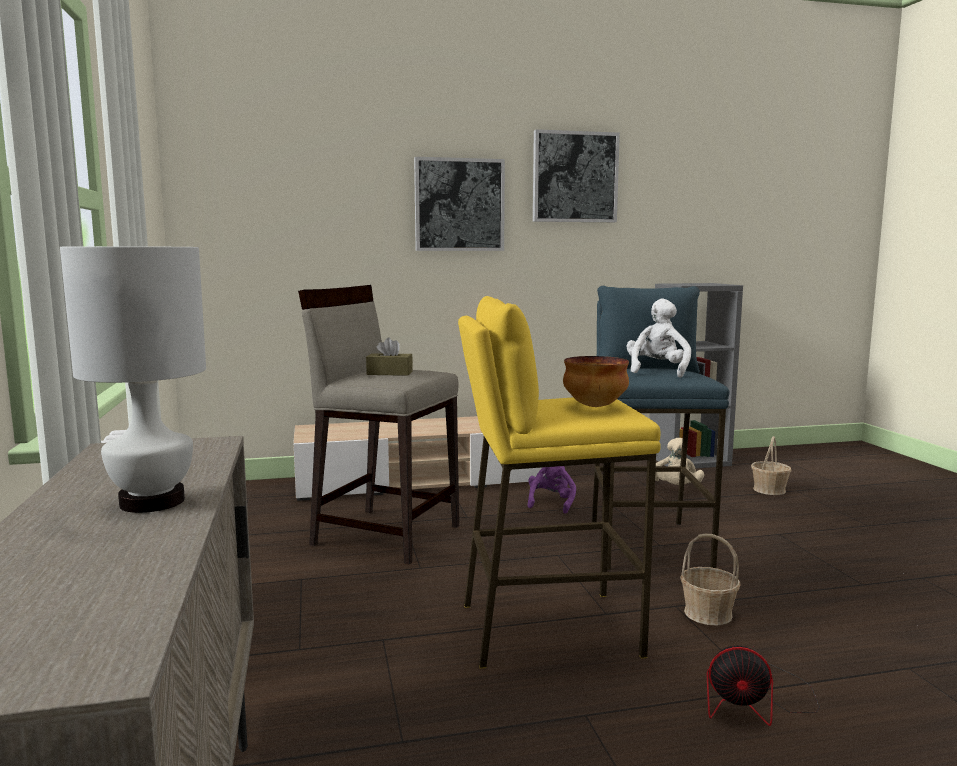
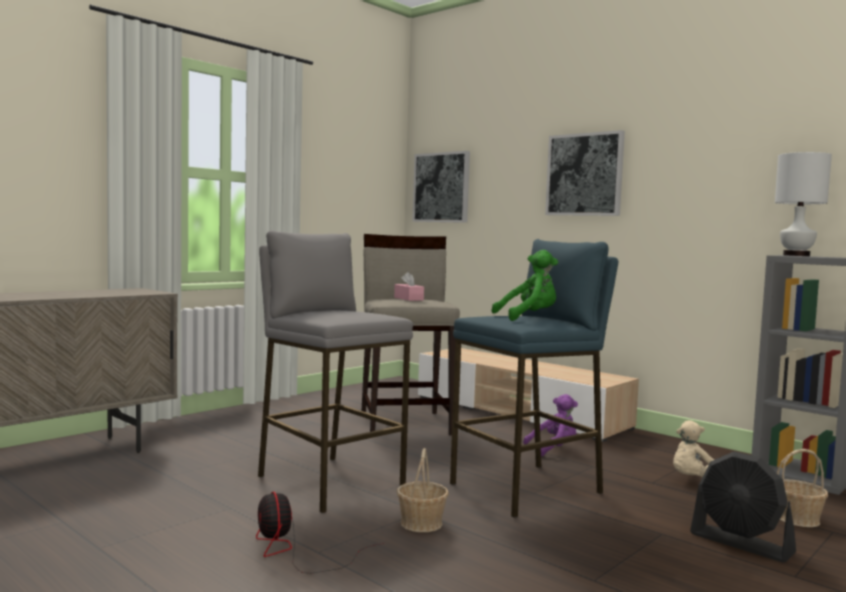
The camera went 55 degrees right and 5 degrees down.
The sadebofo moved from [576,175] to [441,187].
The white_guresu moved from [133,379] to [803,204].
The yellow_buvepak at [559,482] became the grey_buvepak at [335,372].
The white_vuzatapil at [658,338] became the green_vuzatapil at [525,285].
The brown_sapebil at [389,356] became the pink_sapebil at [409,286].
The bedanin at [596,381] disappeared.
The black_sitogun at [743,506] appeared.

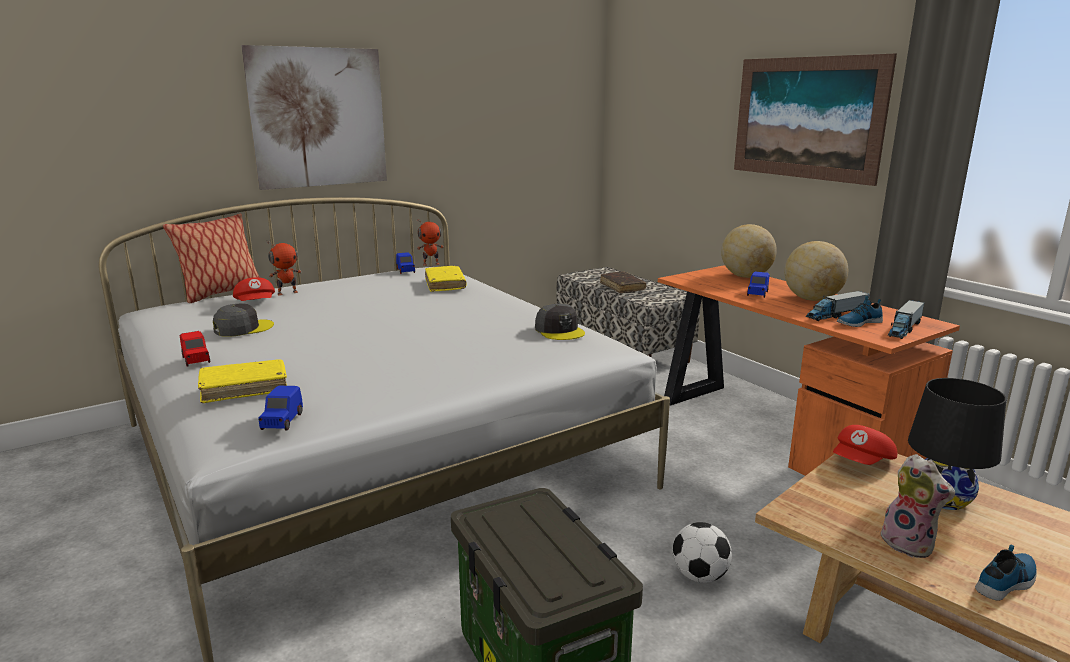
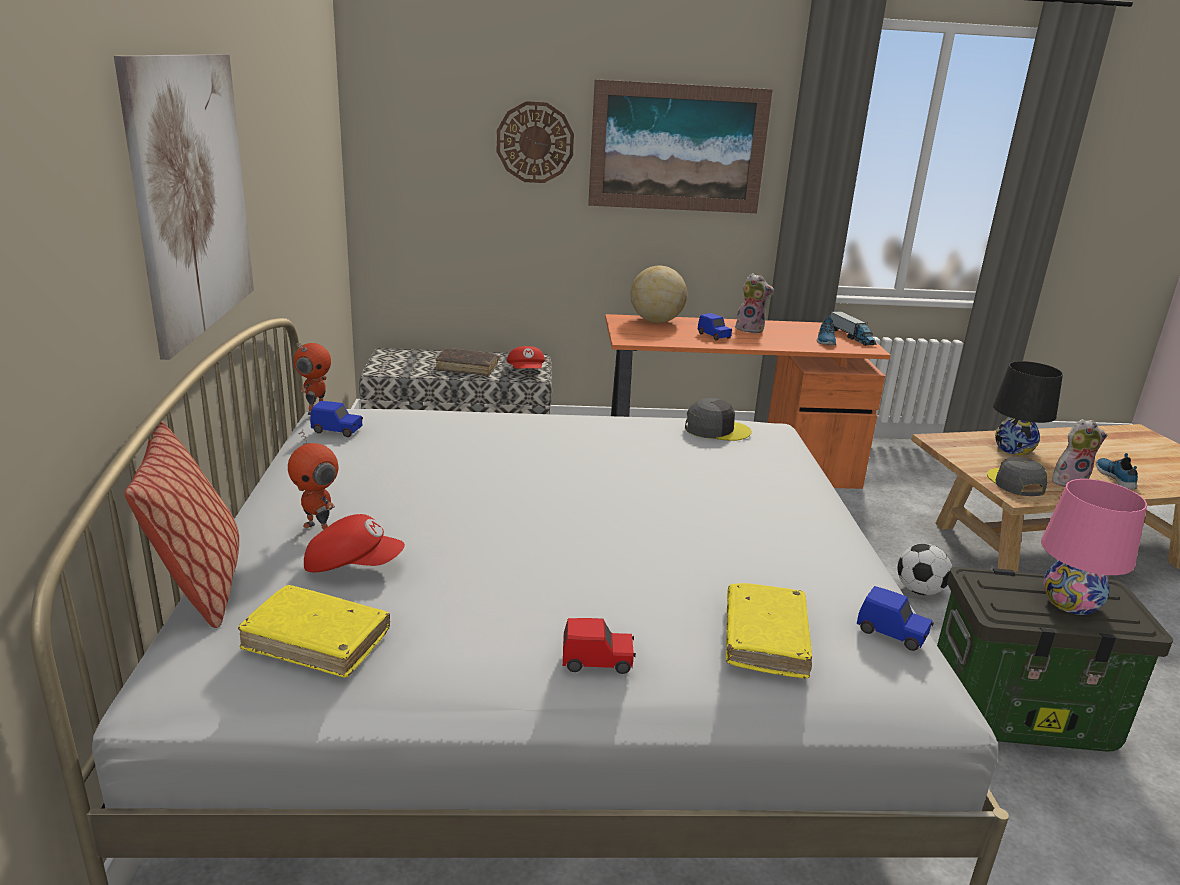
The camera went 60 degrees left and 5 degrees up.
The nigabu at [284,268] turned 135 degrees clockwise.
The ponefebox at [816,271] was replaced by the vuzatapil at [754,303].
The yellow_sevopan moved from [445,279] to [314,631].
The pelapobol at [838,306] disappeared.
The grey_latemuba moved from [243,320] to [1017,476].
The red_latemuba moved from [865,445] to [526,357].
The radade at [535,142] appeared.
The pink_guresu at [1094,547] appeared.

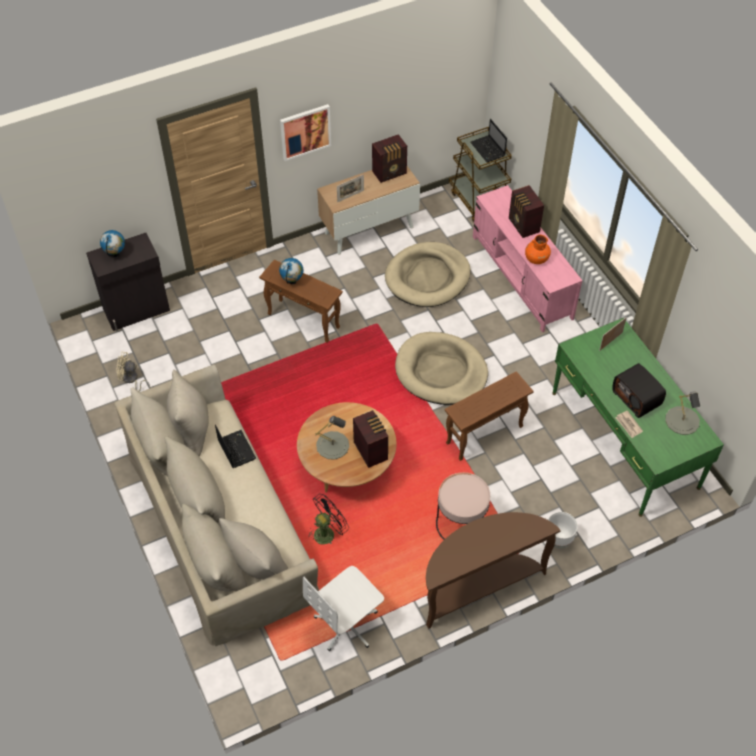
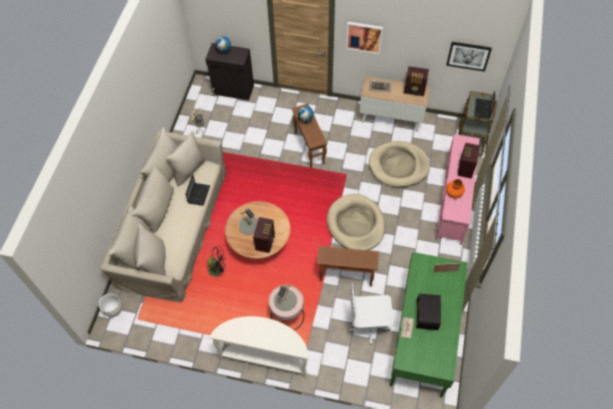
The camera went 40 degrees right and 5 degrees up.
The grey_guresu moved from [682,413] to [285,298].
The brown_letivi at [493,570] became the white_letivi at [258,347].
The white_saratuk moved from [563,530] to [110,305].
The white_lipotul moved from [343,608] to [371,314].
The sadebofo at [469,57] appeared.

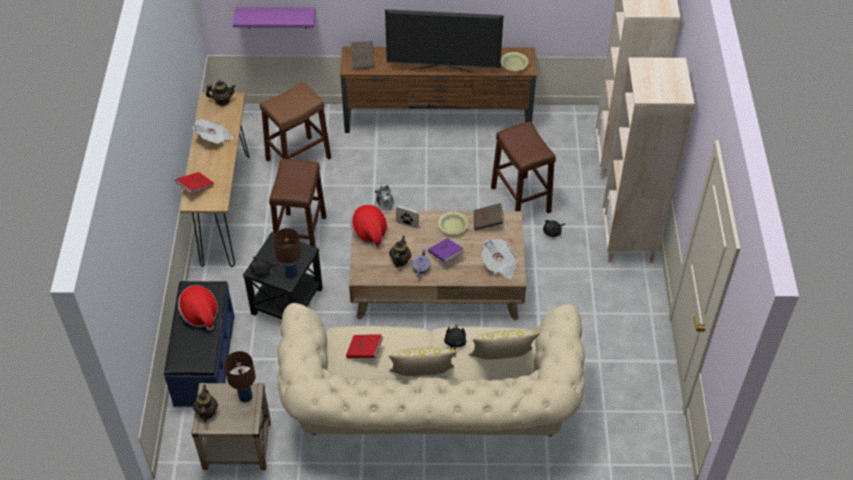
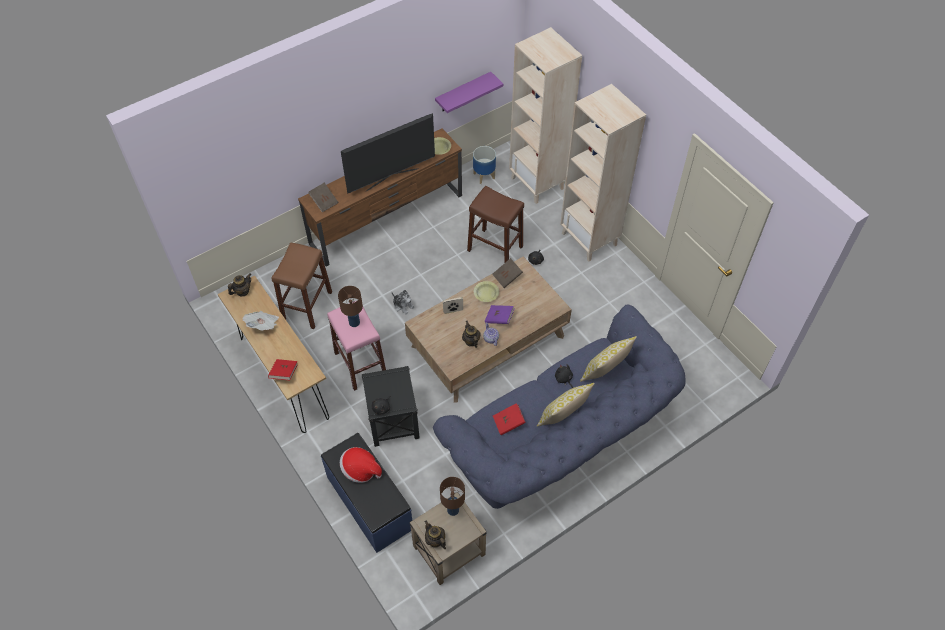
The camera went 35 degrees left and 5 degrees up.
The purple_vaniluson moved from [274,17] to [469,92].
The brown_buvepak at [297,203] became the pink_buvepak at [356,346].
The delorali at [369,226] disappeared.
The brown_guresu moved from [287,253] to [350,306].
The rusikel at [500,259] disappeared.
The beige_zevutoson at [431,369] became the blue_zevutoson at [559,406].
The saratuk at [484,165] appeared.

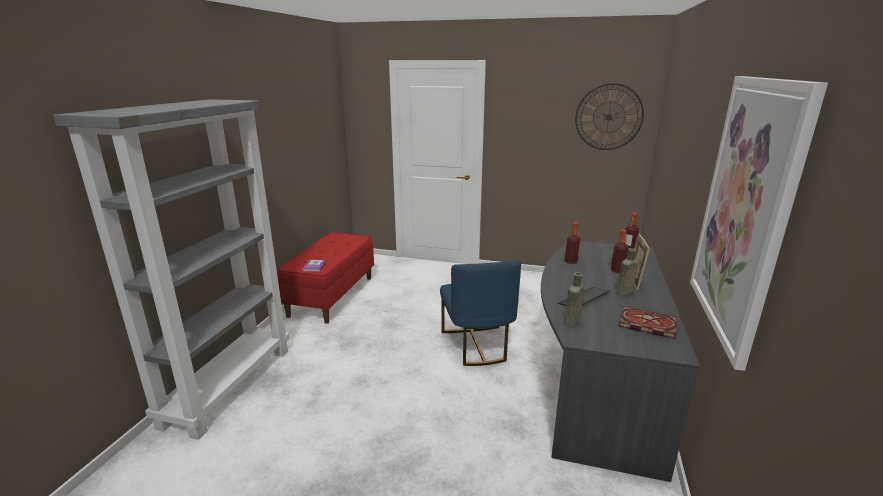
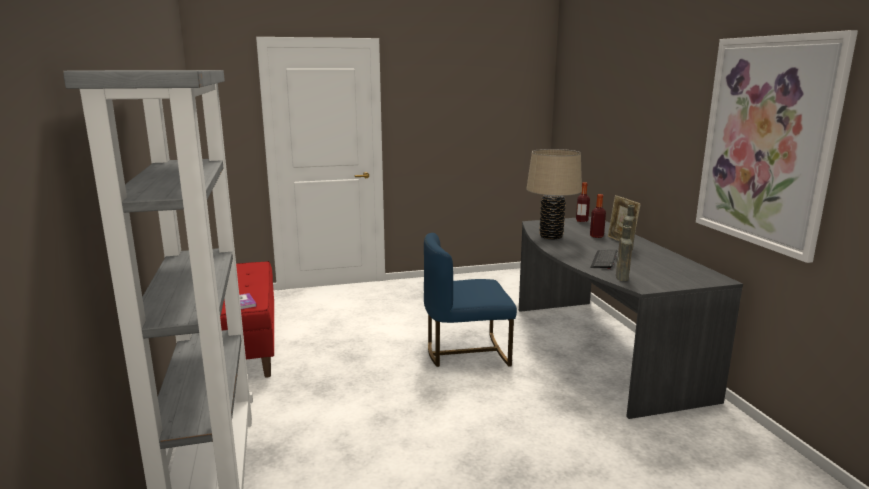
The camera went 30 degrees left and 5 degrees down.
The radade at [609,116] disappeared.
The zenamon at [573,243] was replaced by the beige_guresu at [554,194].
The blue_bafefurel at [480,313] turned 120 degrees clockwise.
The sevopan at [648,322] disappeared.

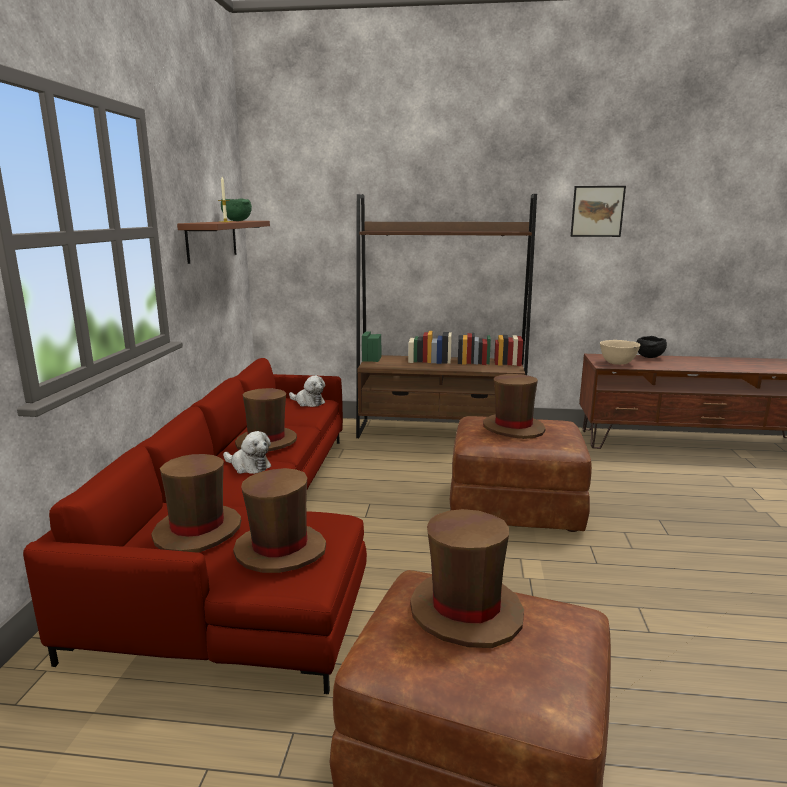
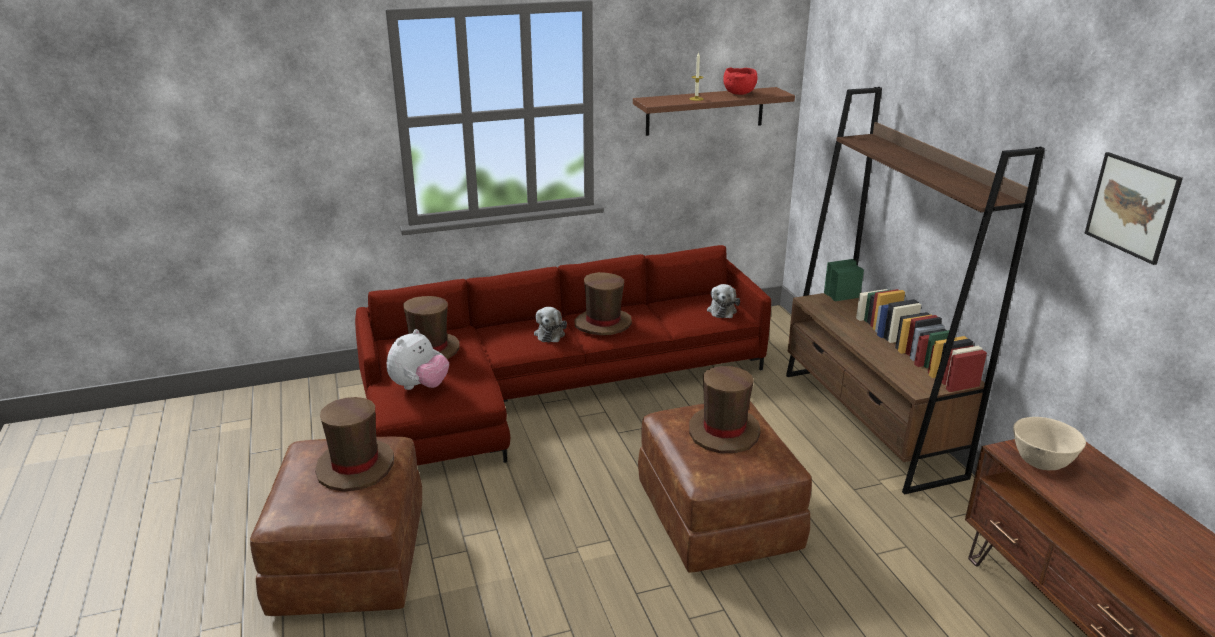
The camera went 65 degrees right and 10 degrees up.
The green_bedanin at [236,209] became the red_bedanin at [740,81].
The black_bedanin at [652,347] disappeared.
The brown_delorali at [279,520] was replaced by the vuzatapil at [418,359].

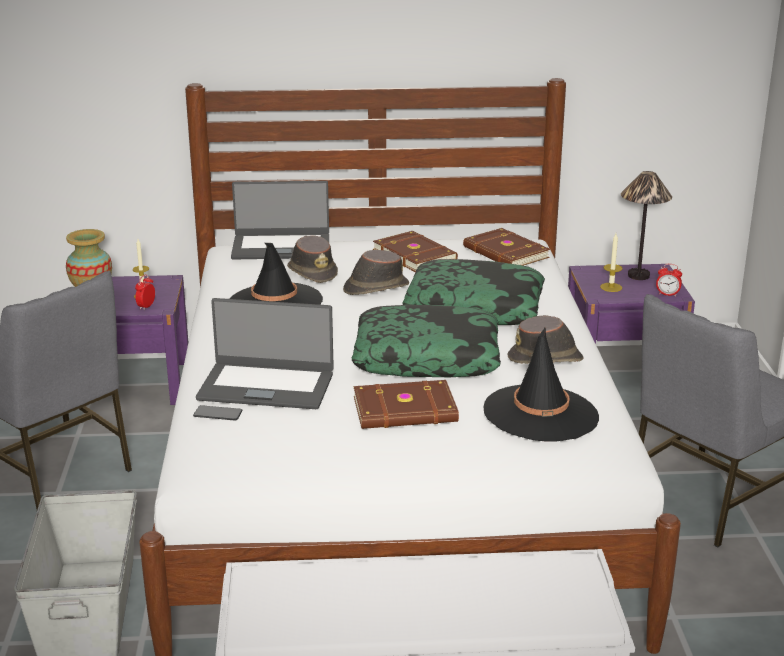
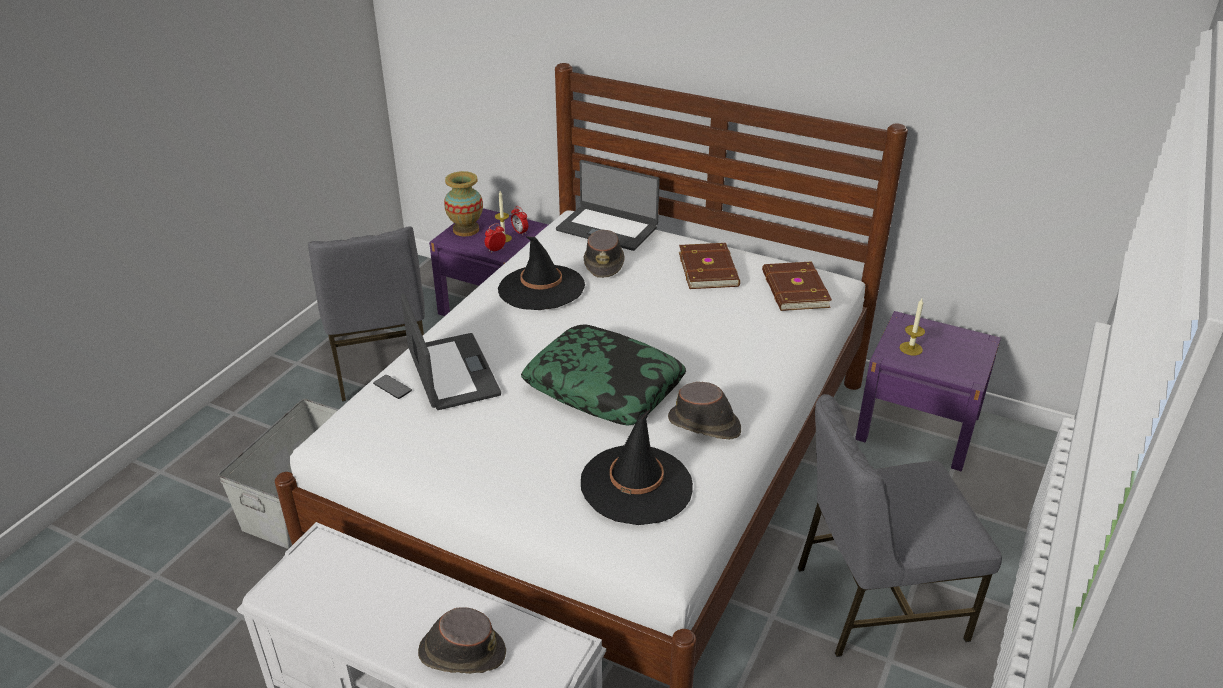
The camera went 30 degrees right and 10 degrees up.
The guresu at [646,225] disappeared.
The brown_delorali moved from [376,272] to [462,640].
The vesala at [473,292] disappeared.
The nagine moved from [669,280] to [519,220].
The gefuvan at [265,353] turned 150 degrees counterclockwise.
The brown_sevopan at [406,404] disappeared.

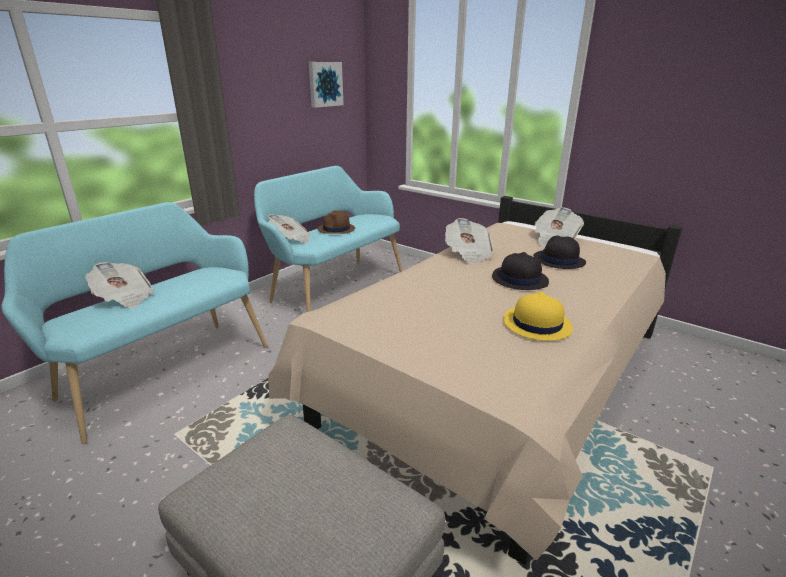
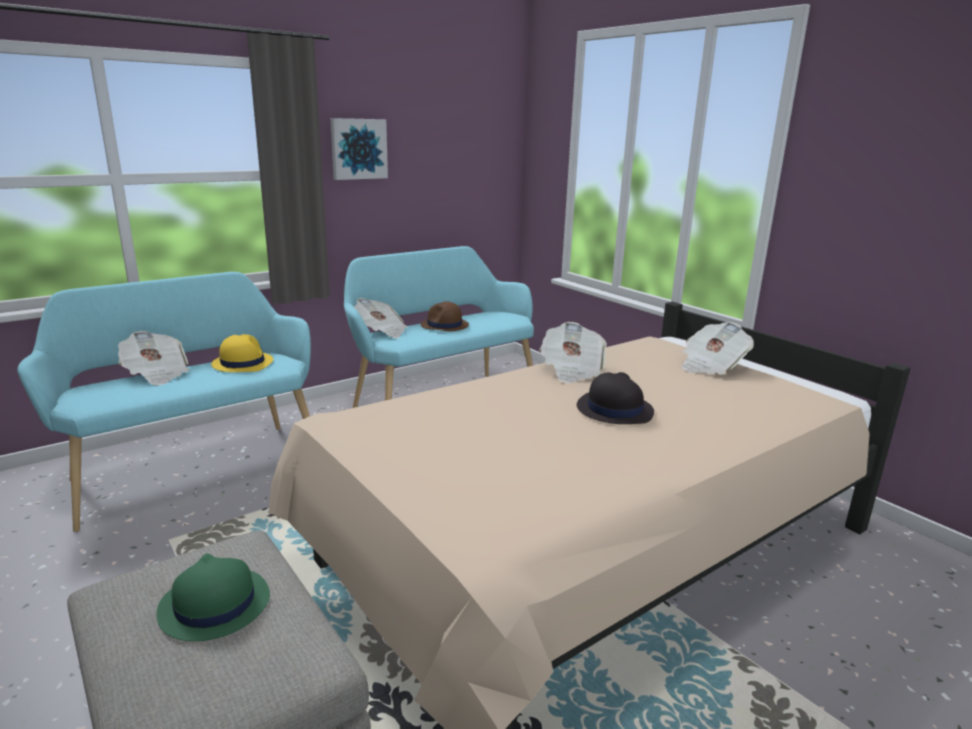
The camera went 15 degrees right and 5 degrees down.
The sadebofo moved from [326,85] to [359,149].
The black_delorali at [559,252] disappeared.
The yellow_delorali moved from [538,316] to [242,353].
The green_delorali at [213,597] appeared.

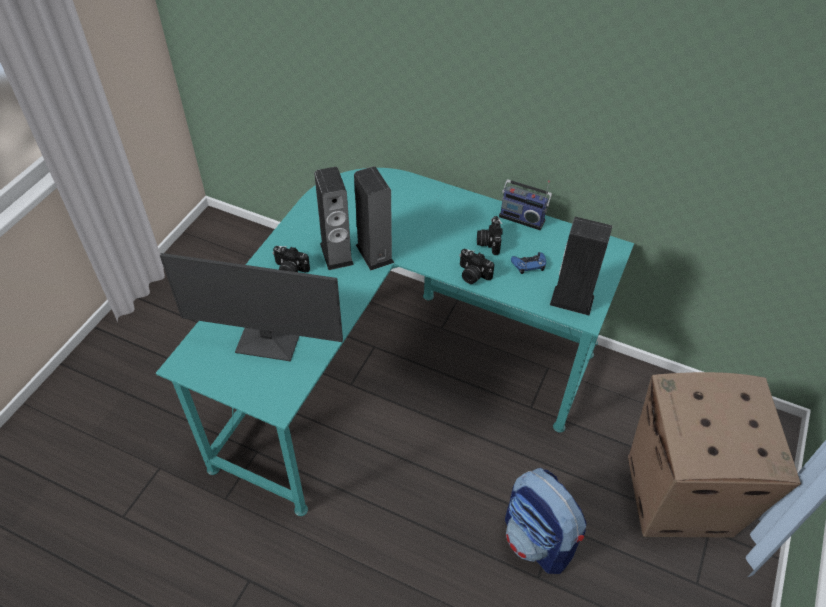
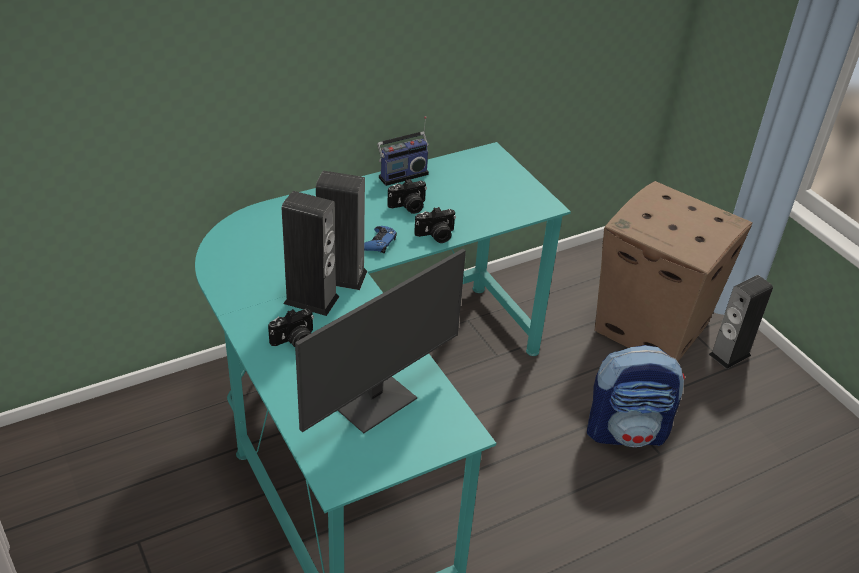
The camera went 55 degrees left and 10 degrees down.
The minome at [490,235] turned 60 degrees counterclockwise.
The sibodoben moved from [581,266] to [741,322].
The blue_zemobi moved from [528,263] to [380,239].

